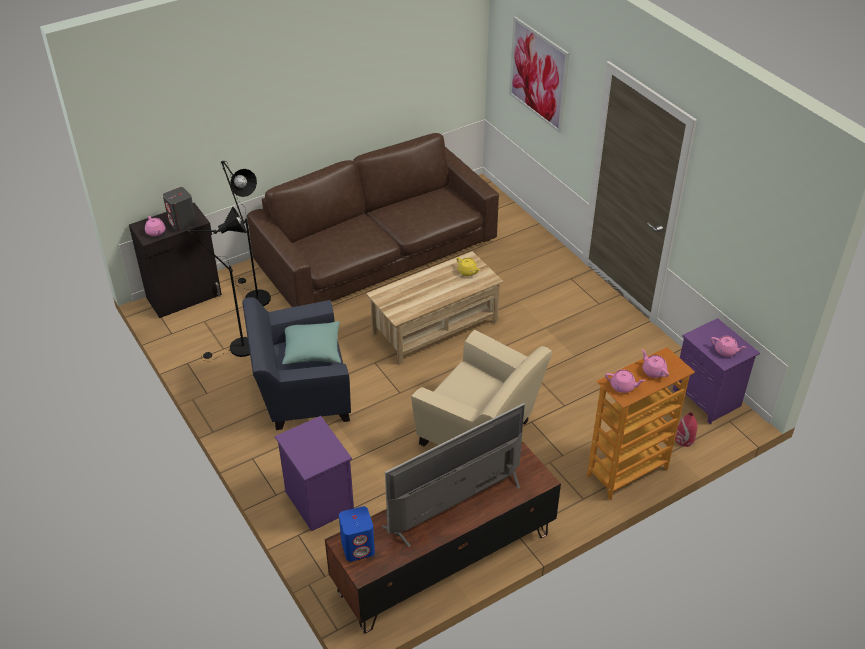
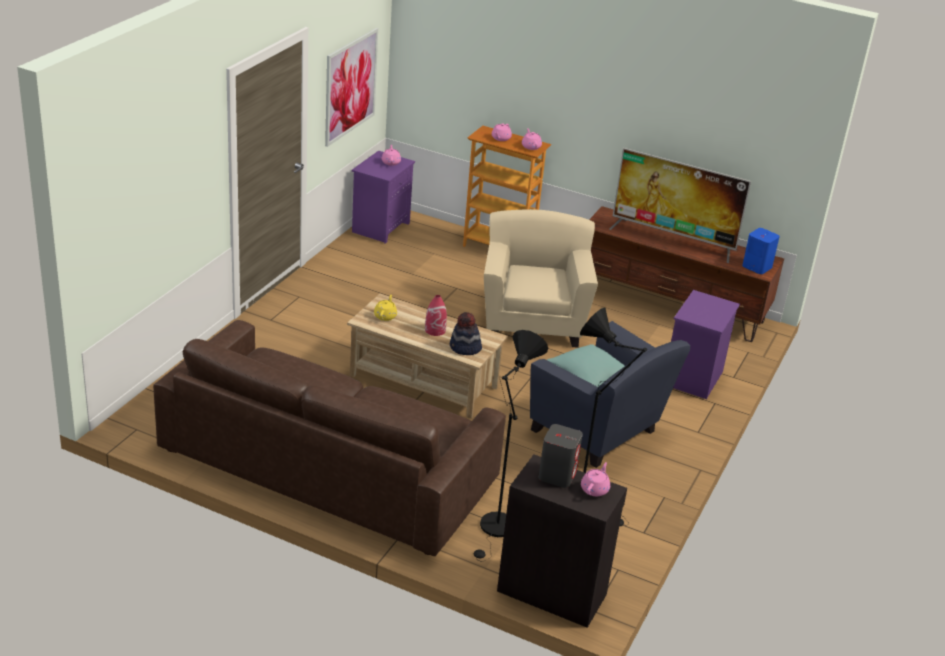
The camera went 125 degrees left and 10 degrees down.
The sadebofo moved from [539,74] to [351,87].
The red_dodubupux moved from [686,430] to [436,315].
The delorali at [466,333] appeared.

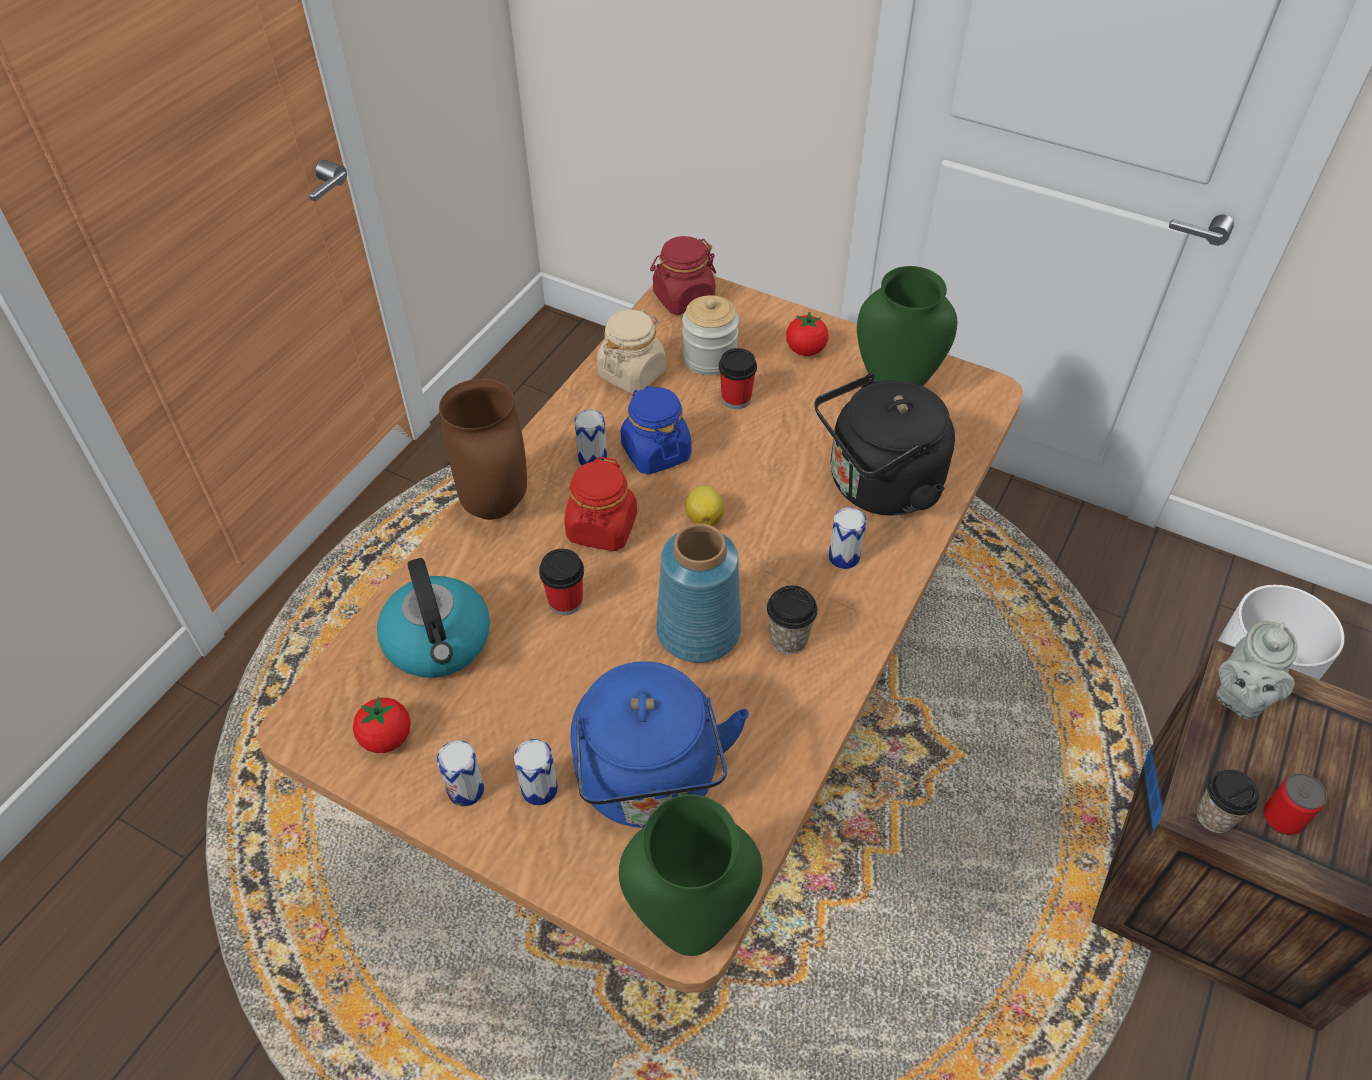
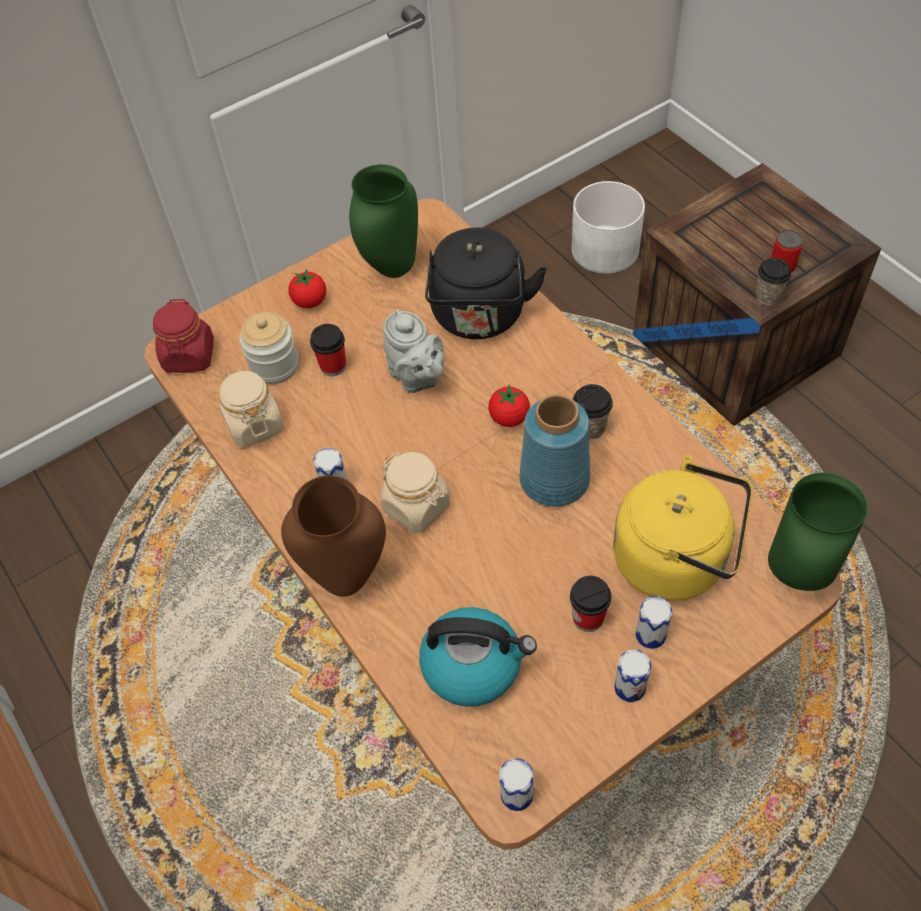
The camera went 60 degrees left and 5 degrees up.
The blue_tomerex at [656,430] disappeared.
The red_tomerex at [601,504] became the beige_tomerex at [415,492].
The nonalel at [704,506] disappeared.
The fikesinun moved from [847,538] to [516,784].
The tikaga moved from [561,582] to [591,604].
The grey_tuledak moved from [1257,670] to [413,351].
The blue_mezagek at [660,744] became the yellow_mezagek at [682,528].
The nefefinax moved from [382,724] to [509,406].

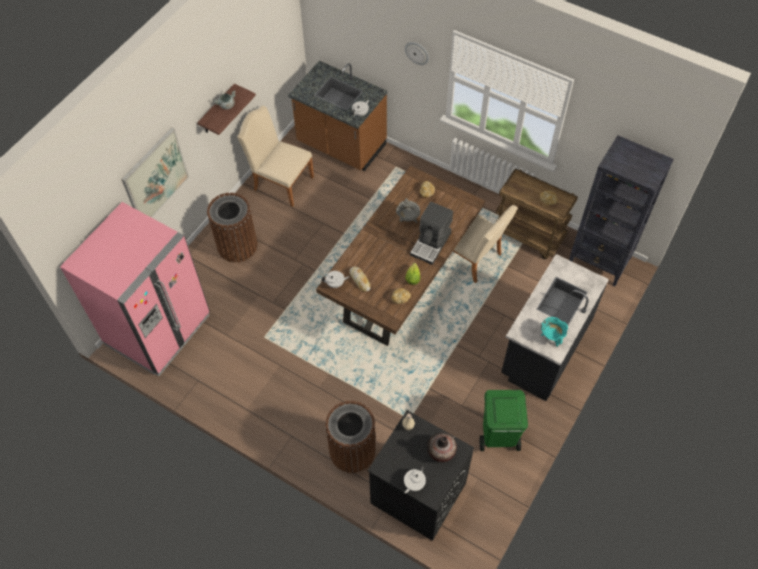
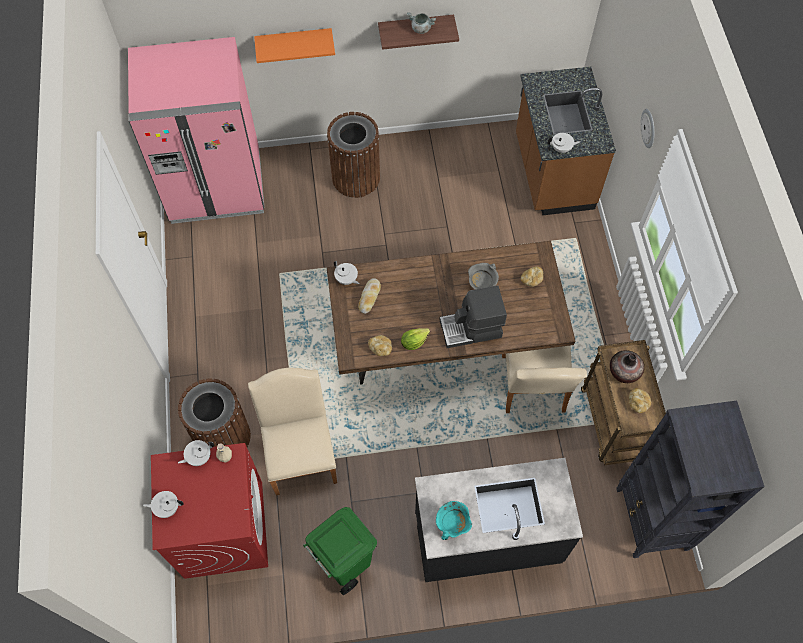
The camera went 50 degrees right and 5 degrees up.
The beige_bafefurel moved from [275,156] to [292,432].
The sadebofo at [155,173] was replaced by the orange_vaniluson at [294,45].
The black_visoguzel at [421,475] became the red_visoguzel at [209,511].
The dodubupux moved from [442,447] to [627,366].
The white_tuledak at [196,453] appeared.

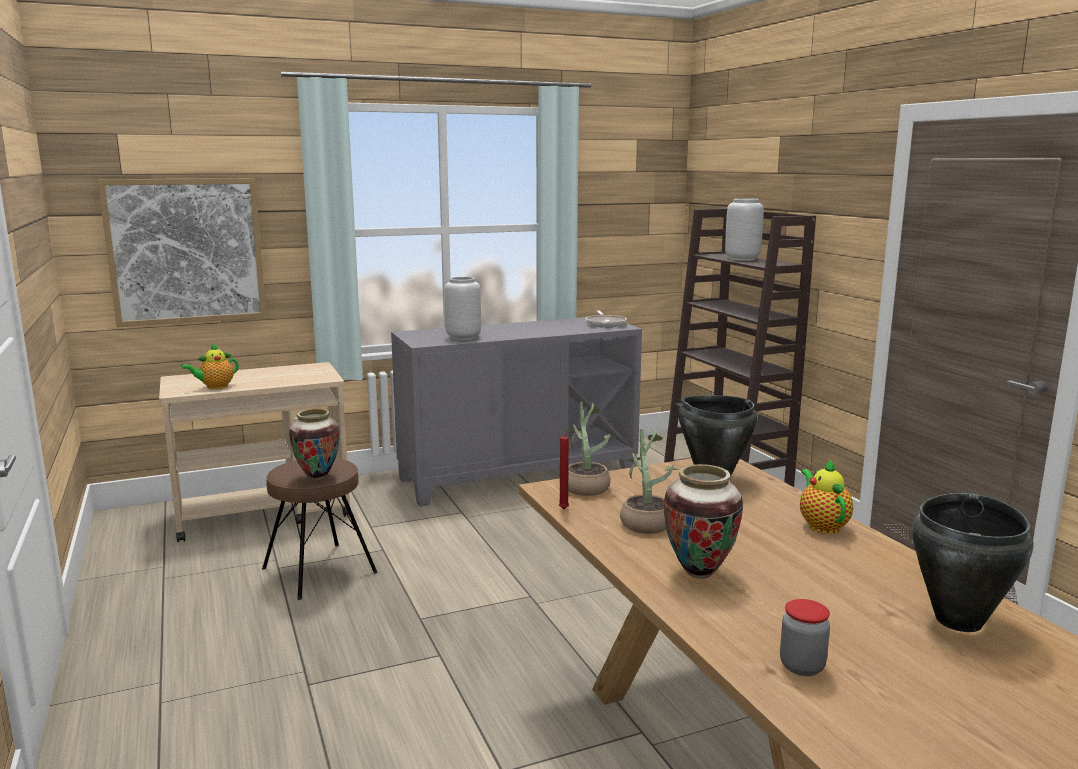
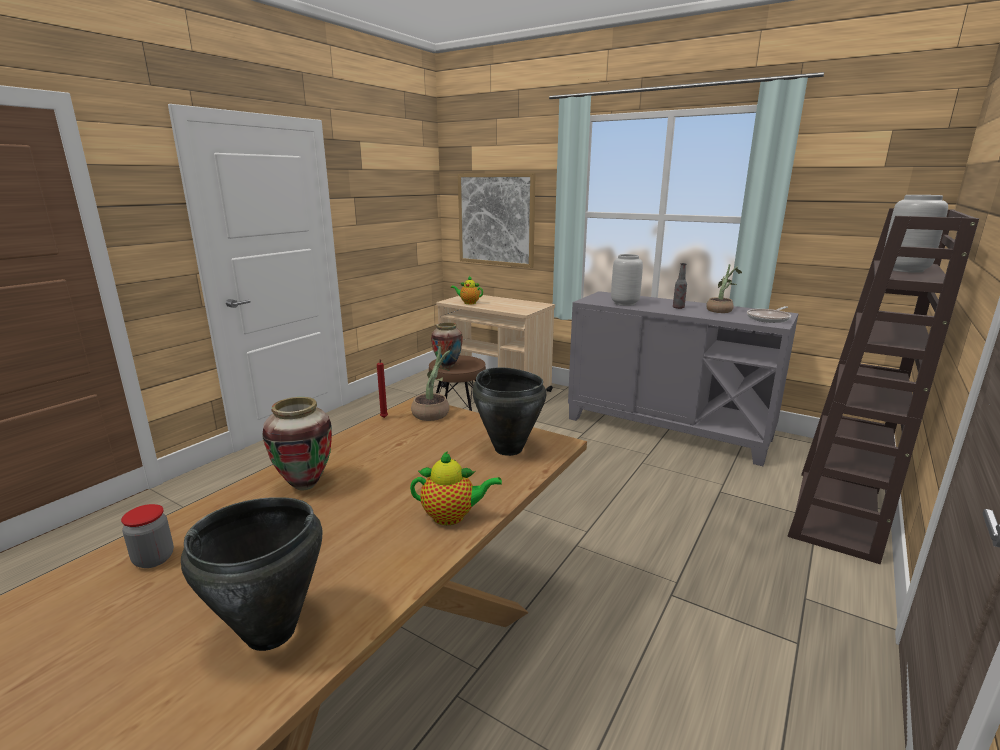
The camera went 55 degrees right and 5 degrees up.
The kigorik moved from [649,481] to [724,288].
The tuledak at [826,496] turned 45 degrees clockwise.
The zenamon at [680,286] appeared.

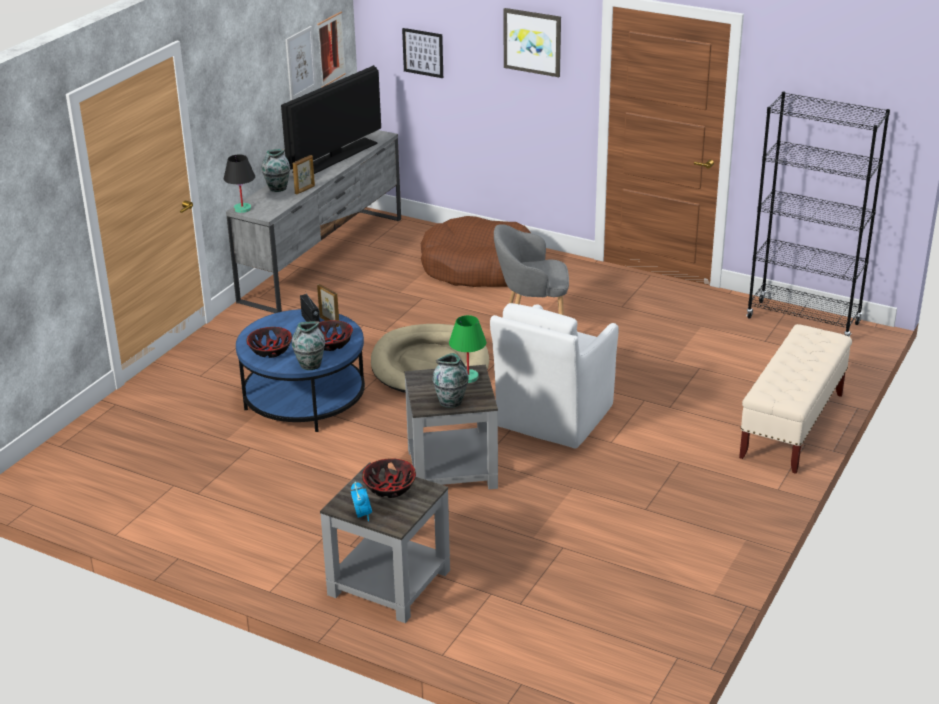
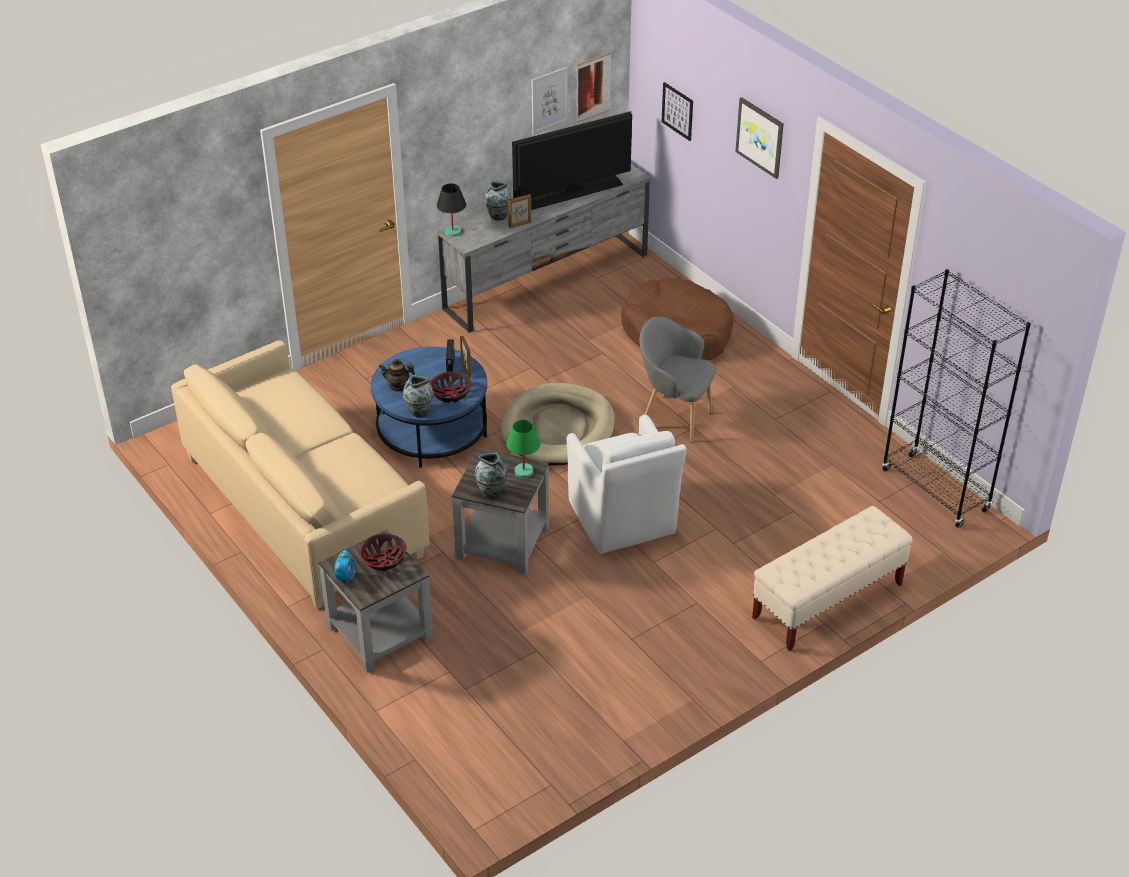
The camera went 25 degrees right and 10 degrees up.
The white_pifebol at [554,376] turned 75 degrees counterclockwise.
The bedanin at [269,342] was replaced by the tuledak at [397,375].
The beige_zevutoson at [300,474] appeared.

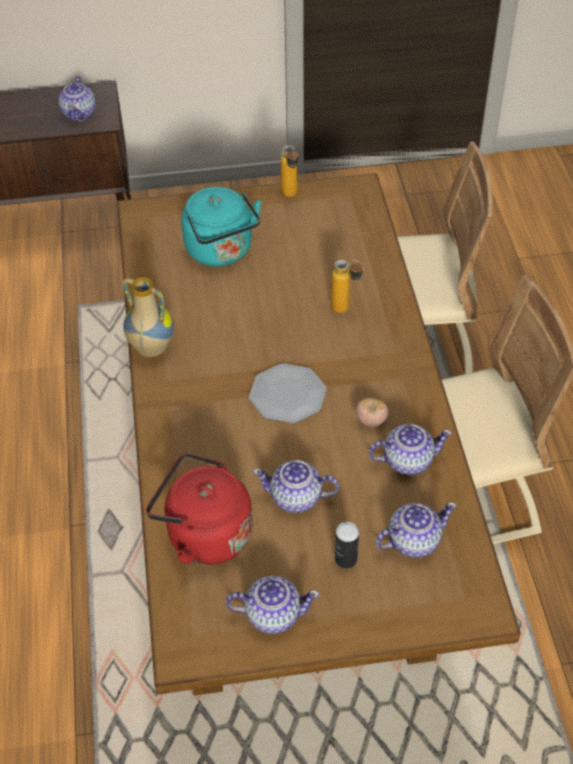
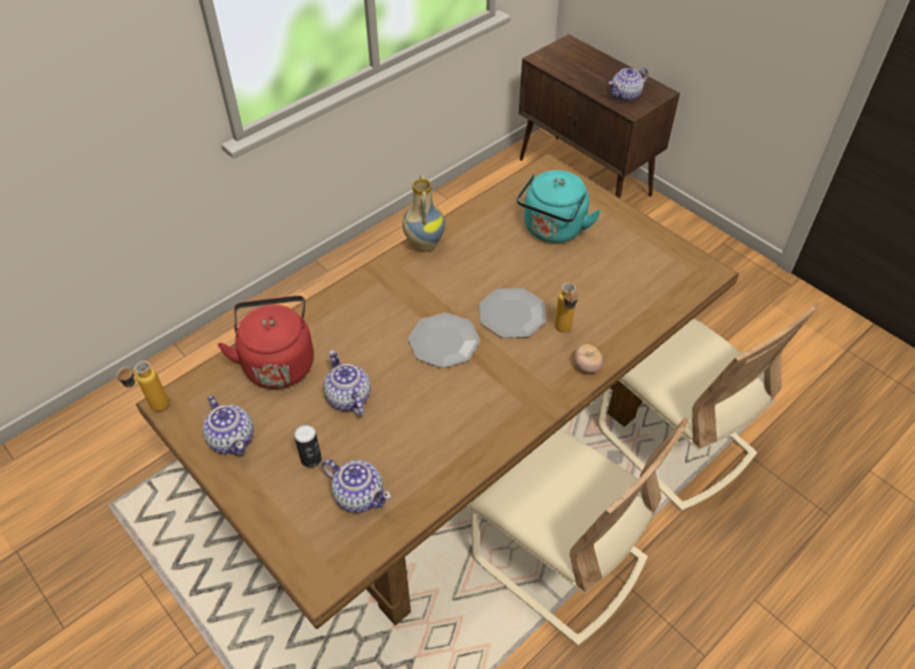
The camera went 55 degrees right and 0 degrees up.
The zenamon moved from [290,171] to [142,386].
The nefefinax moved from [372,412] to [588,358].
The tuledak at [410,449] disappeared.
The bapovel at [513,313] appeared.

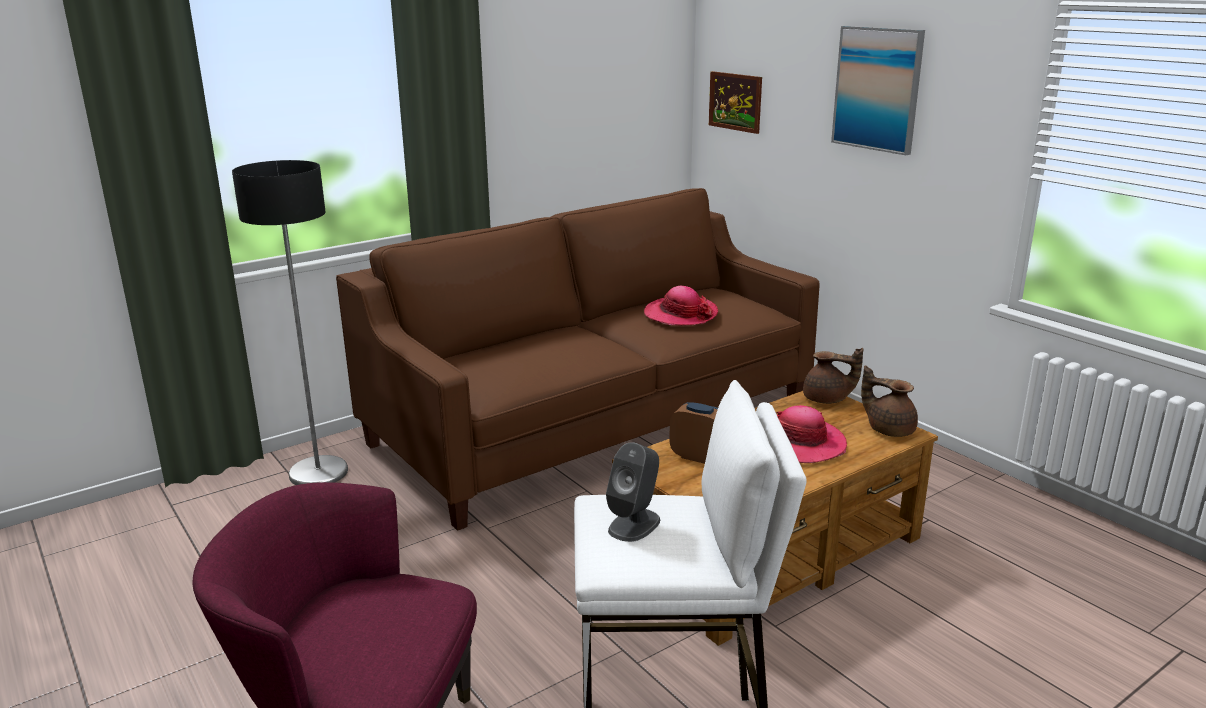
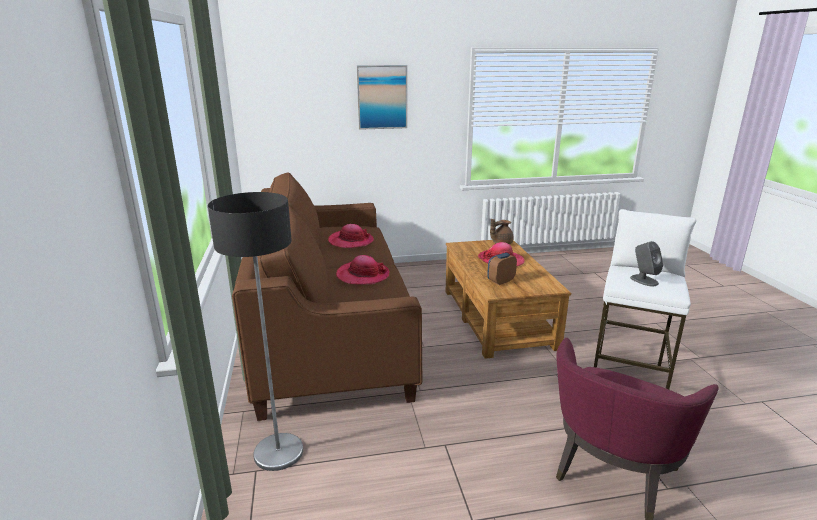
The camera went 65 degrees left and 0 degrees up.
The sadebofo at [735,102] disappeared.
The brown_tuledak at [833,376] disappeared.
The delorali at [363,270] appeared.

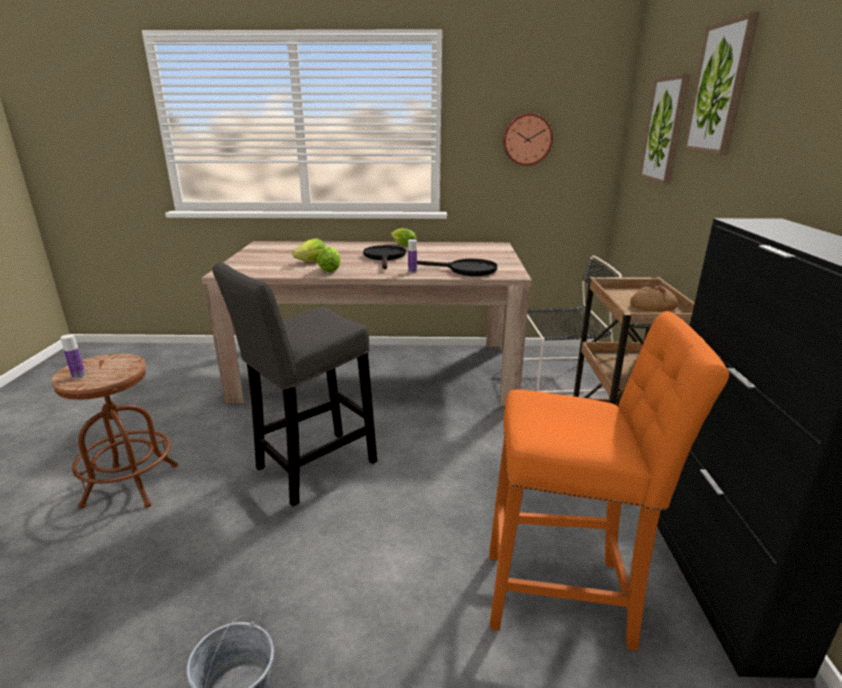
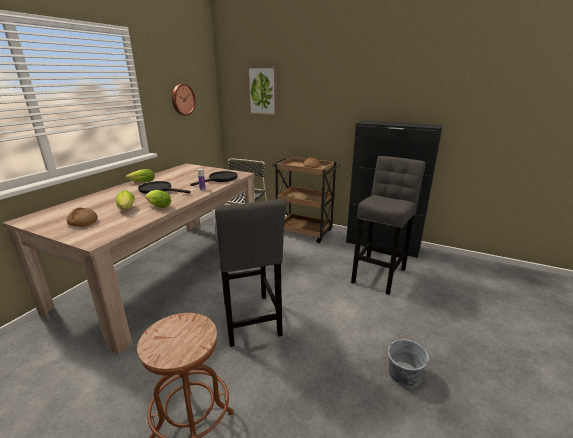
The camera went 65 degrees left and 0 degrees up.
The sadebofo at [721,83] disappeared.
The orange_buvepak at [609,480] became the grey_buvepak at [388,225].
The zenamon at [73,356] disappeared.
The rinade at [82,217] appeared.

